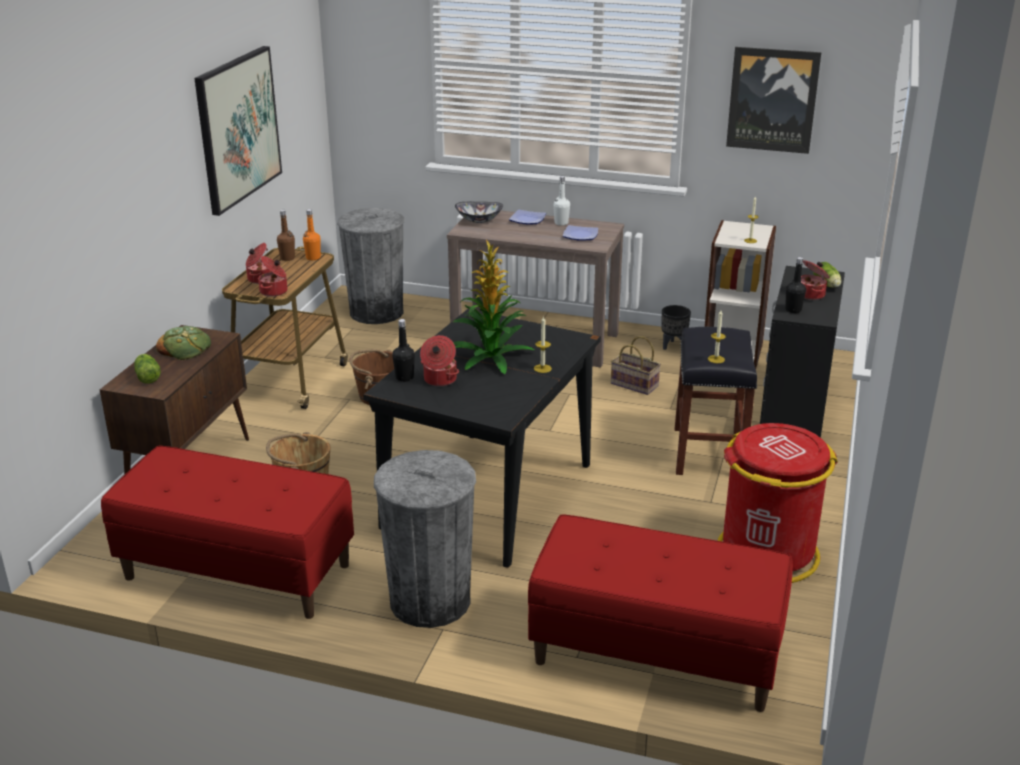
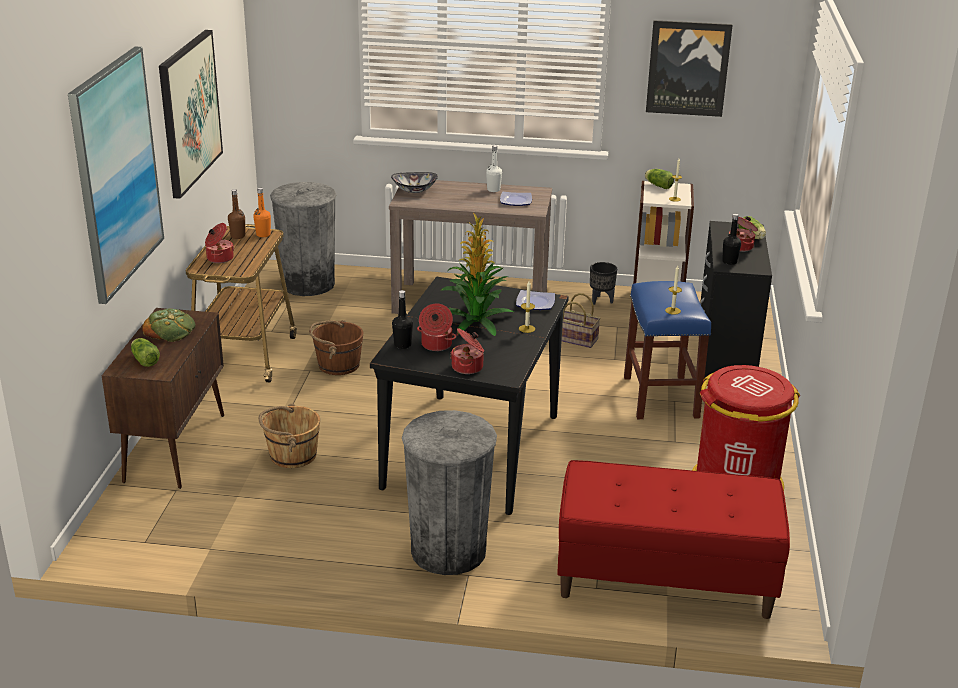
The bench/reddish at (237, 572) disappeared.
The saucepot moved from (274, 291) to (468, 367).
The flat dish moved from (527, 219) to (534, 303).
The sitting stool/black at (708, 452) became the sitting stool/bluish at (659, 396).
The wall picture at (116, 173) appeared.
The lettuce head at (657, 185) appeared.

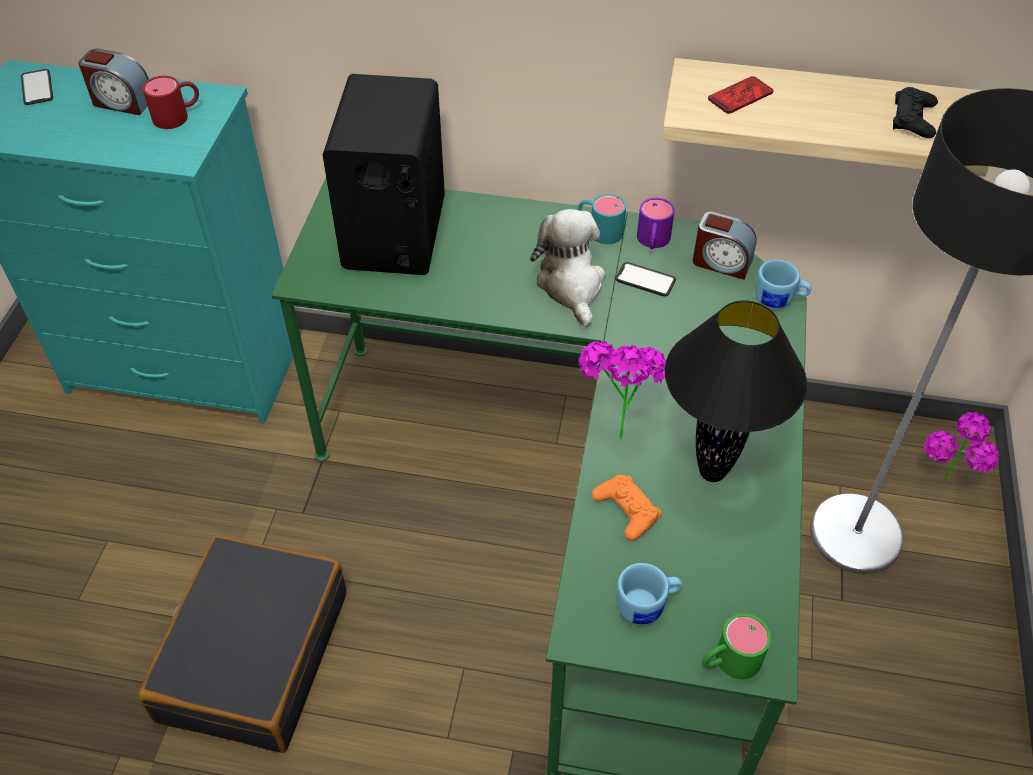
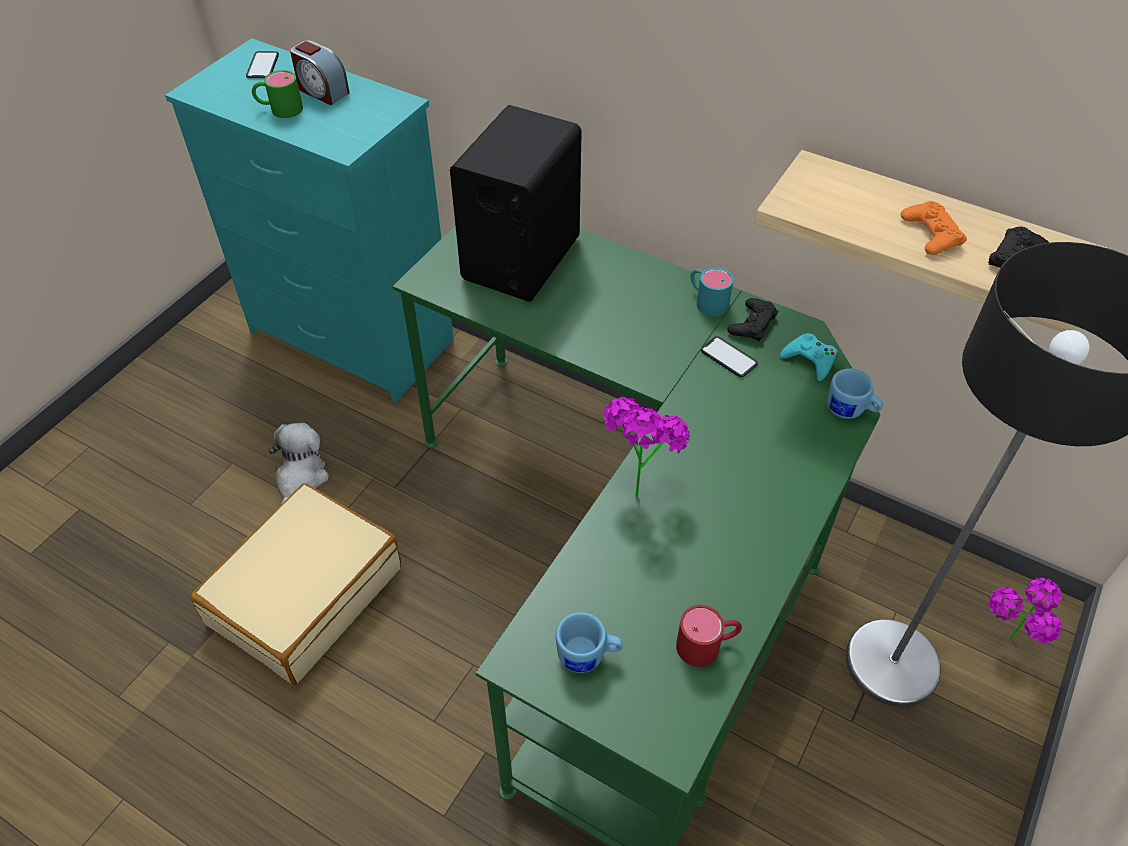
The suitcase/black at (253, 654) became the suitcase/sand-coloured at (305, 594).
The coffee mug/reddish moved from (178, 115) to (707, 645).
The cuddly toy moved from (571, 285) to (300, 479).
The gamepad/orangey moved from (626, 510) to (931, 234).
The coffee mug/purple-coloured at (652, 242) was replaced by the gamepad/black at (752, 324).
The table lamp/black at (713, 473) disappeared.
The bedside clock at (721, 262) was replaced by the gamepad/turquoise at (810, 360).
The coffee mug/green-coloured moved from (728, 661) to (279, 109).
The handset at (740, 96) disappeared.

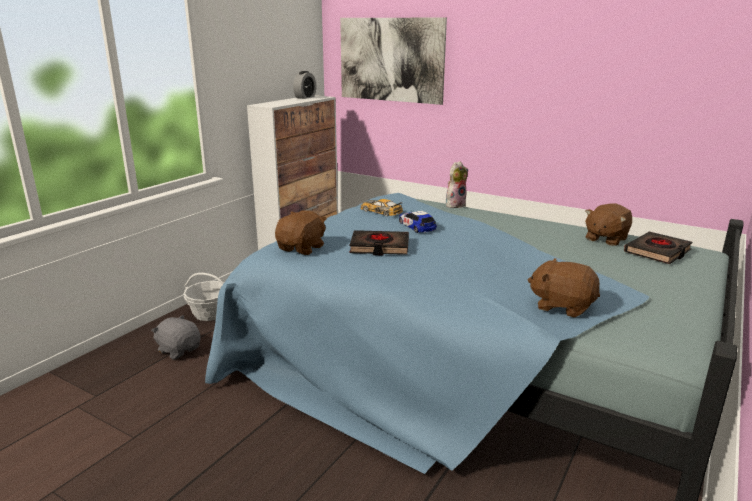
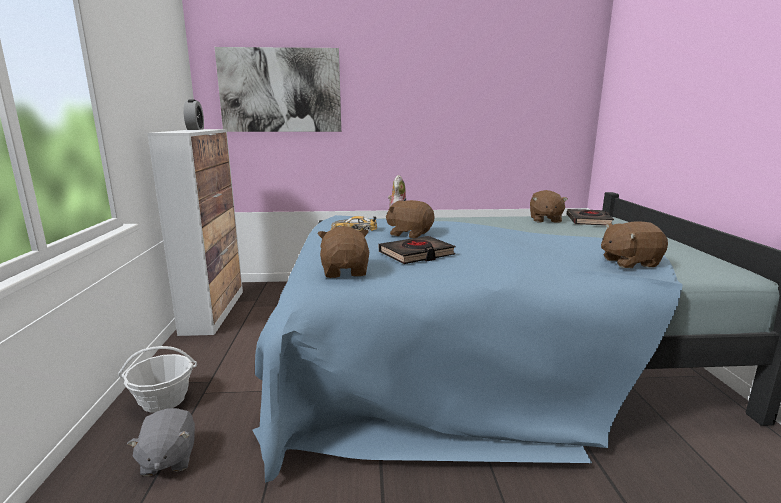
The cuddly toy/grey at (179, 350) turned 105 degrees counterclockwise.
The model car at (416, 226) was replaced by the cuddly toy/brownish at (409, 234).

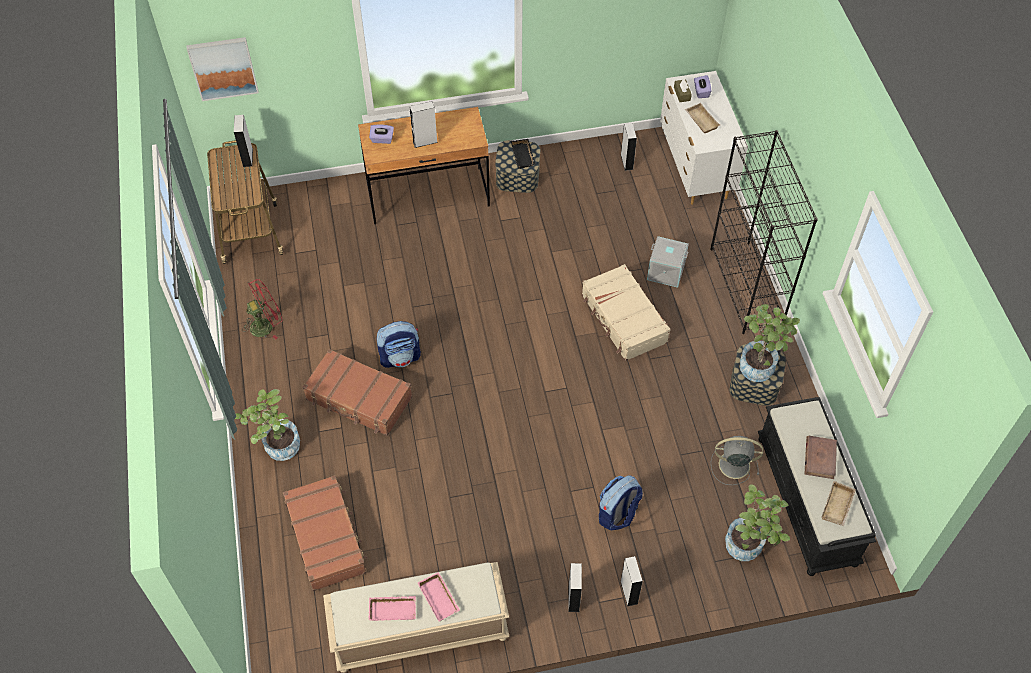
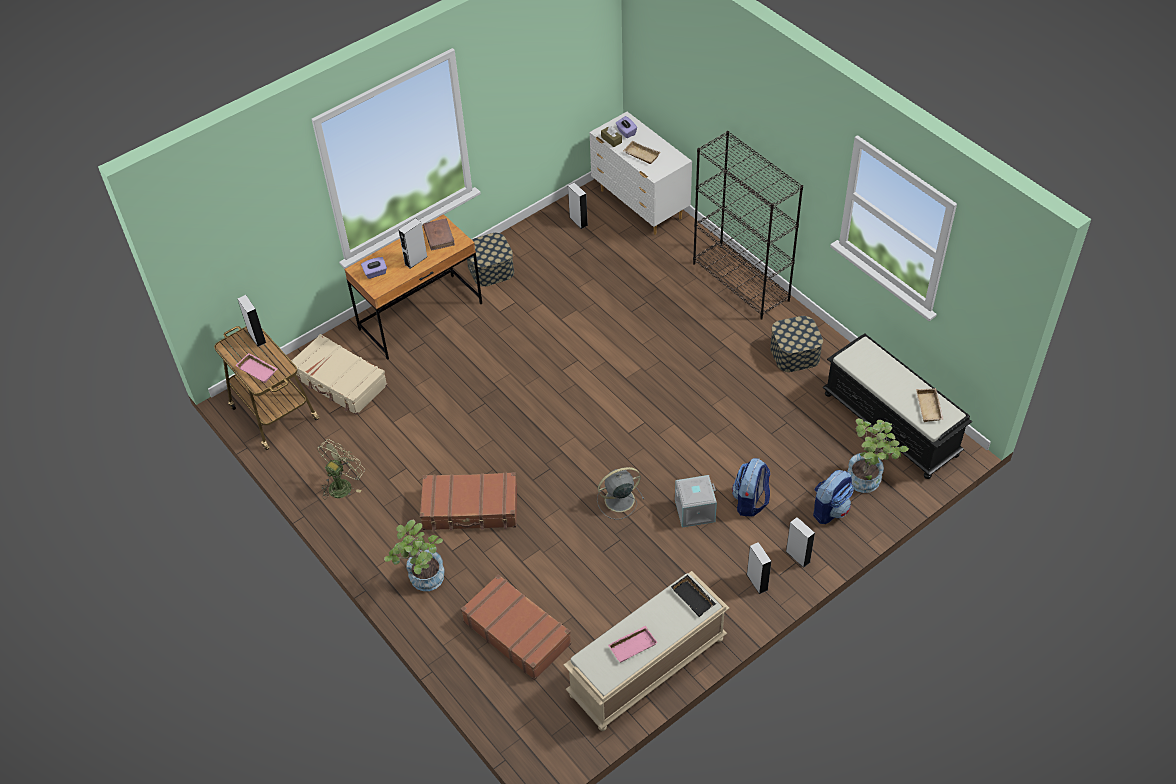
The wall picture at (223, 68) disappeared.
The electric fan/reddish at (266, 325) became the electric fan/green-coloured at (343, 484).
The rucksack moved from (400, 357) to (830, 509).
The serving tray/pink-coloured moved from (440, 598) to (258, 370).
The serving tray/black moved from (524, 156) to (694, 598).
The suitcase/sand-coloured moved from (623, 319) to (339, 382).
The storage box/grey moved from (665, 272) to (694, 511).
The electric fan/grey moved from (732, 465) to (618, 500).
The plant in a pot at (760, 364) disappeared.
The book/brownish moved from (820, 458) to (439, 236).

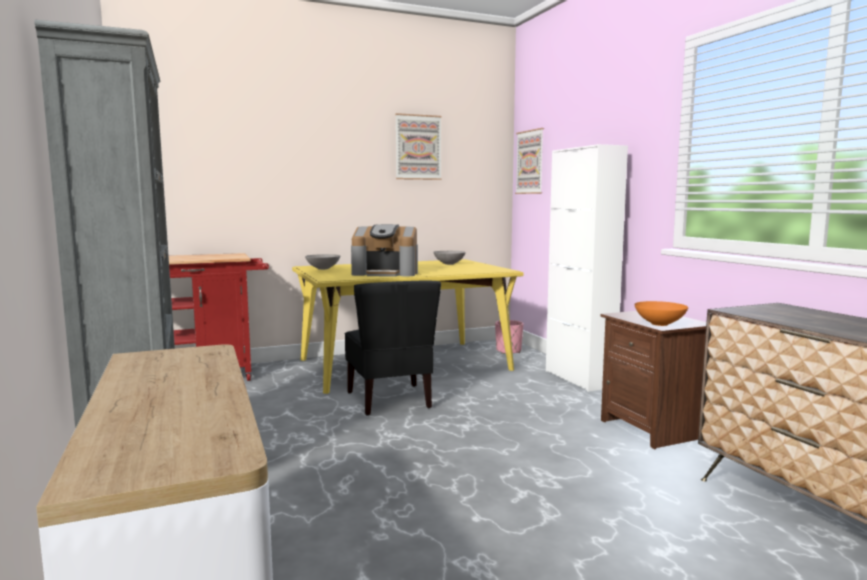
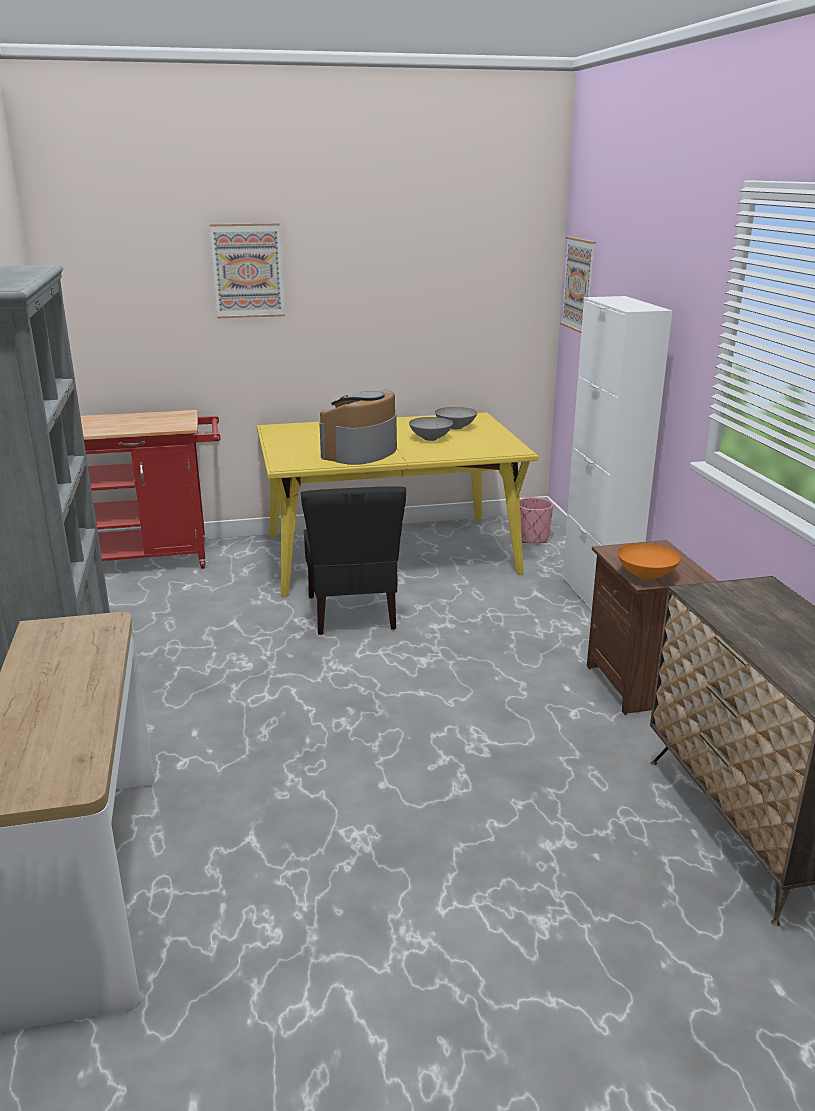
The serving bowl/grey moved from (323, 269) to (431, 439).
The coffee machine at (386, 273) turned 105 degrees clockwise.
The wall picture moved from (418, 147) to (247, 271).

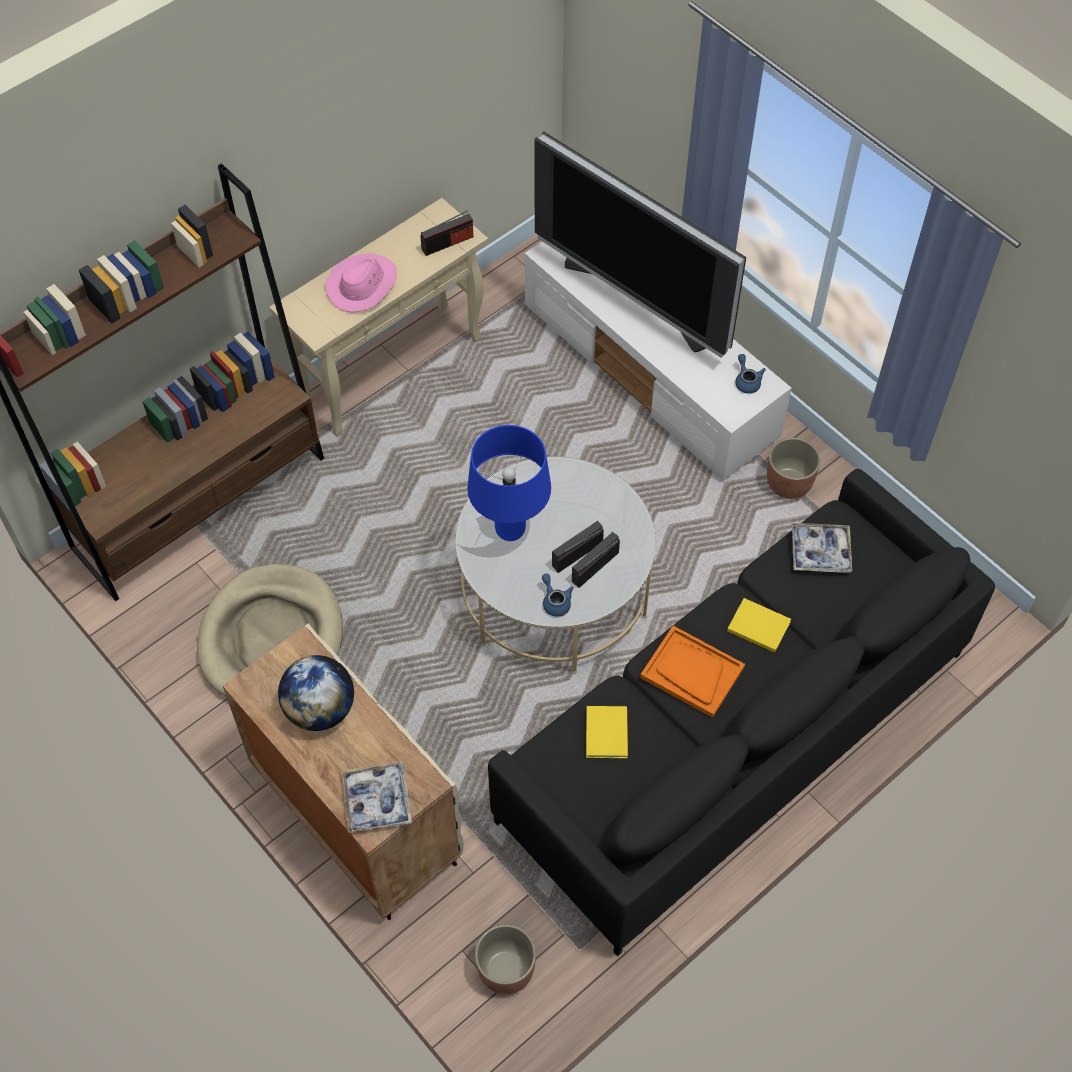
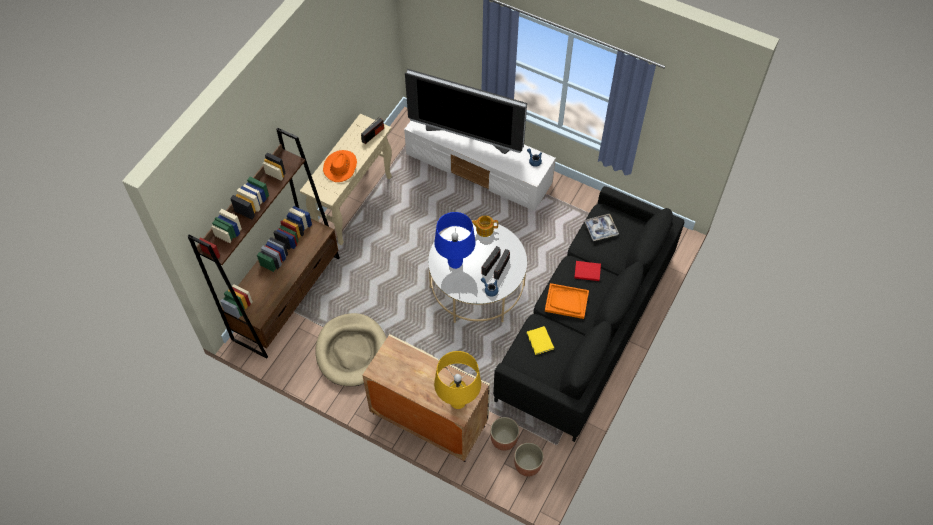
The world globe at (320, 709) disappeared.
The clothing hat/pink-coloured at (362, 285) became the clothing hat/orangey at (340, 167).
The serving tray at (377, 801) was replaced by the table lamp/yellowish at (457, 402).
The book/yellowish at (757, 625) became the book/reddish at (586, 271).
The plant pot moved from (789, 483) to (504, 440).
The pot for tea at (484, 229) appeared.

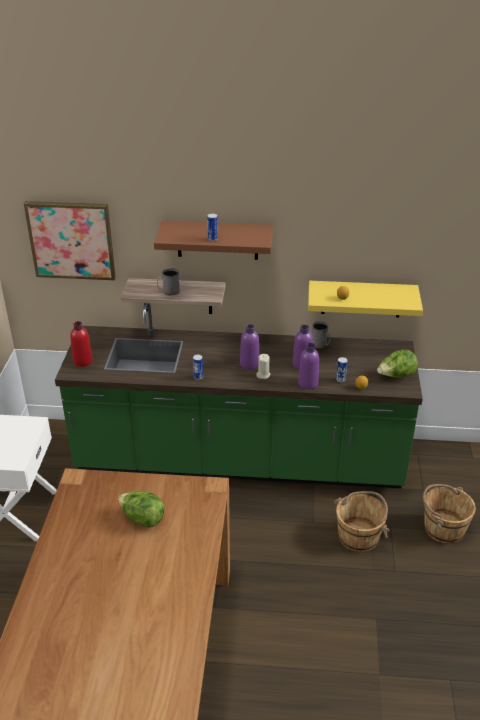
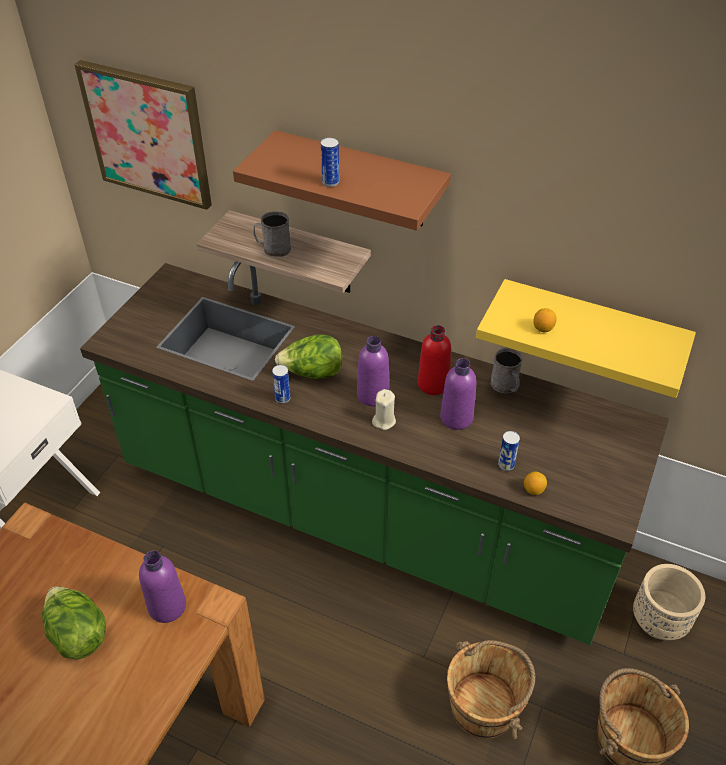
The beverage bottle/reddish moved from (83, 361) to (433, 384).
The beverage bottle/purple-coloured moved from (308, 383) to (167, 606).
The lettuce head moved from (396, 376) to (312, 373).
The plant pot/sand-coloured at (658, 621) appeared.

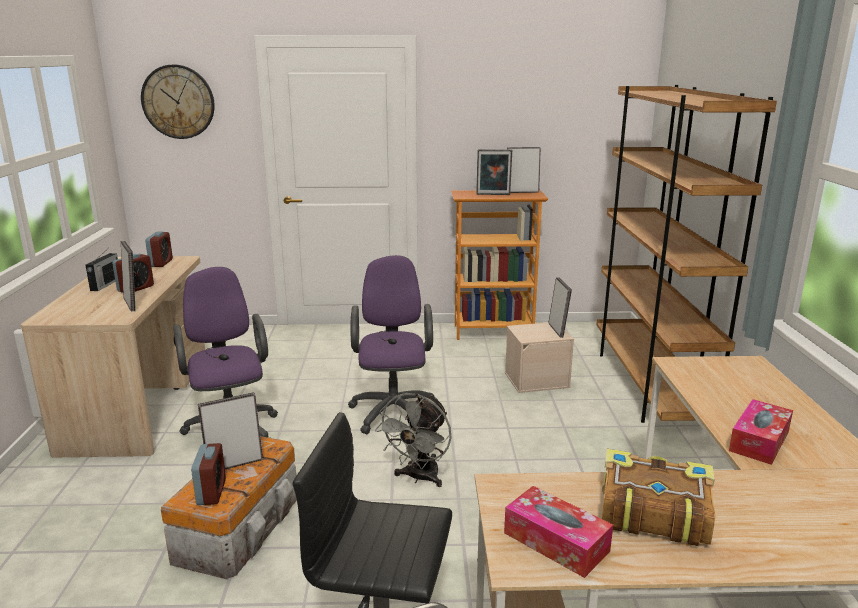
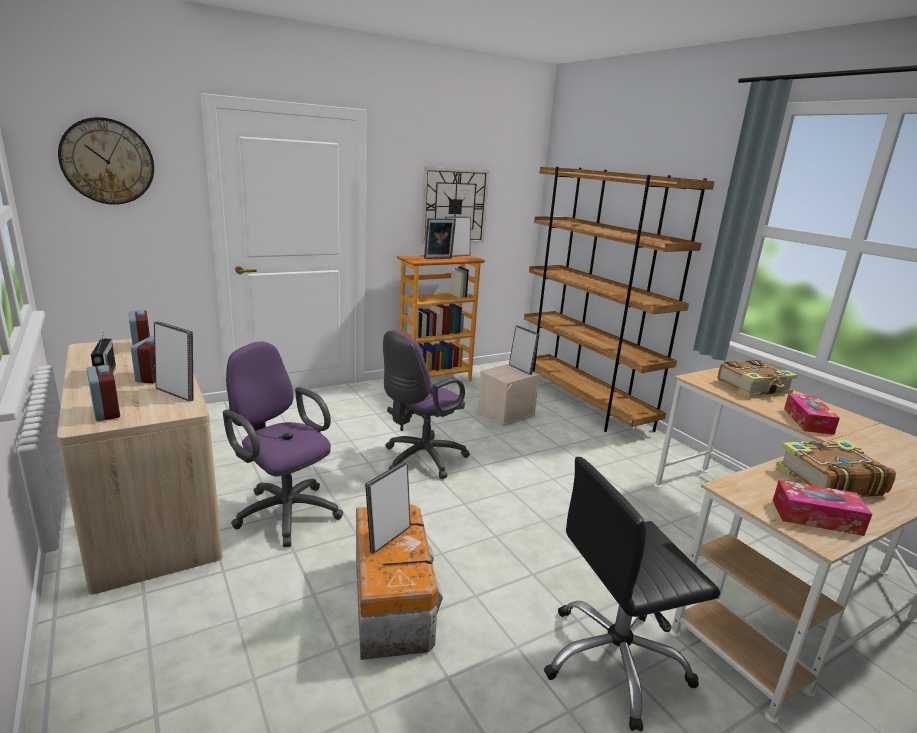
The bedside clock moved from (211, 492) to (106, 412).
The desk chair/purple-coloured at (394, 410) turned 105 degrees counterclockwise.
The electric fan/grey at (419, 478) disappeared.
The wall clock at (454, 206) appeared.
The book at (754, 388) appeared.

